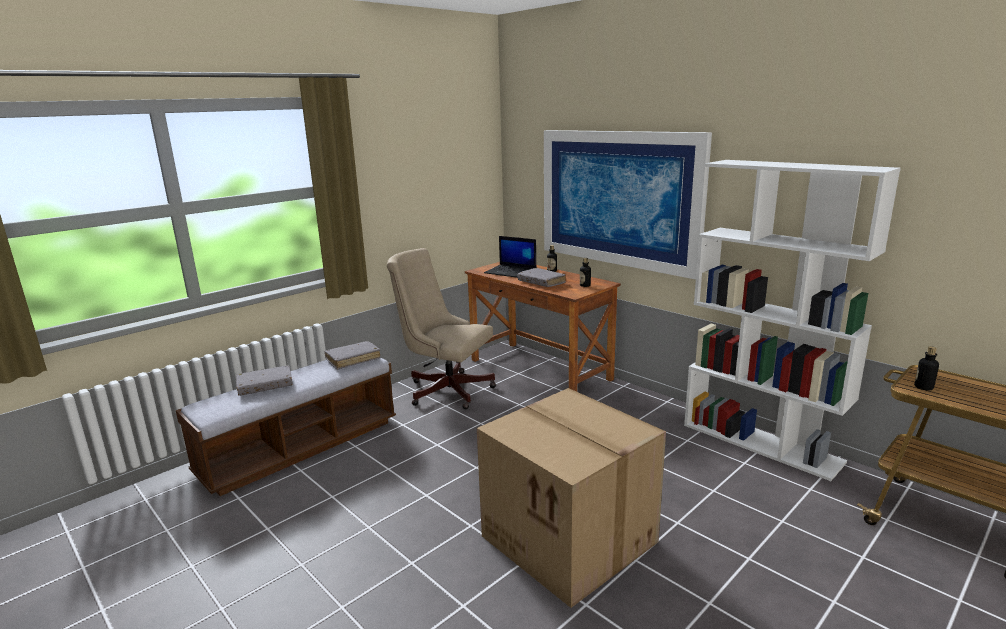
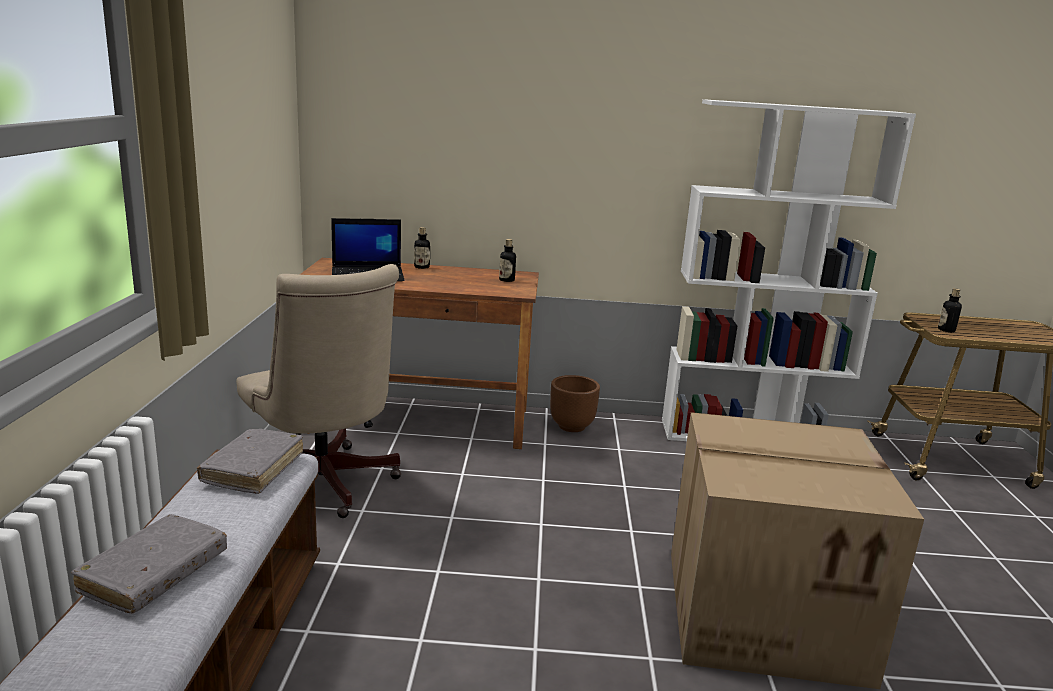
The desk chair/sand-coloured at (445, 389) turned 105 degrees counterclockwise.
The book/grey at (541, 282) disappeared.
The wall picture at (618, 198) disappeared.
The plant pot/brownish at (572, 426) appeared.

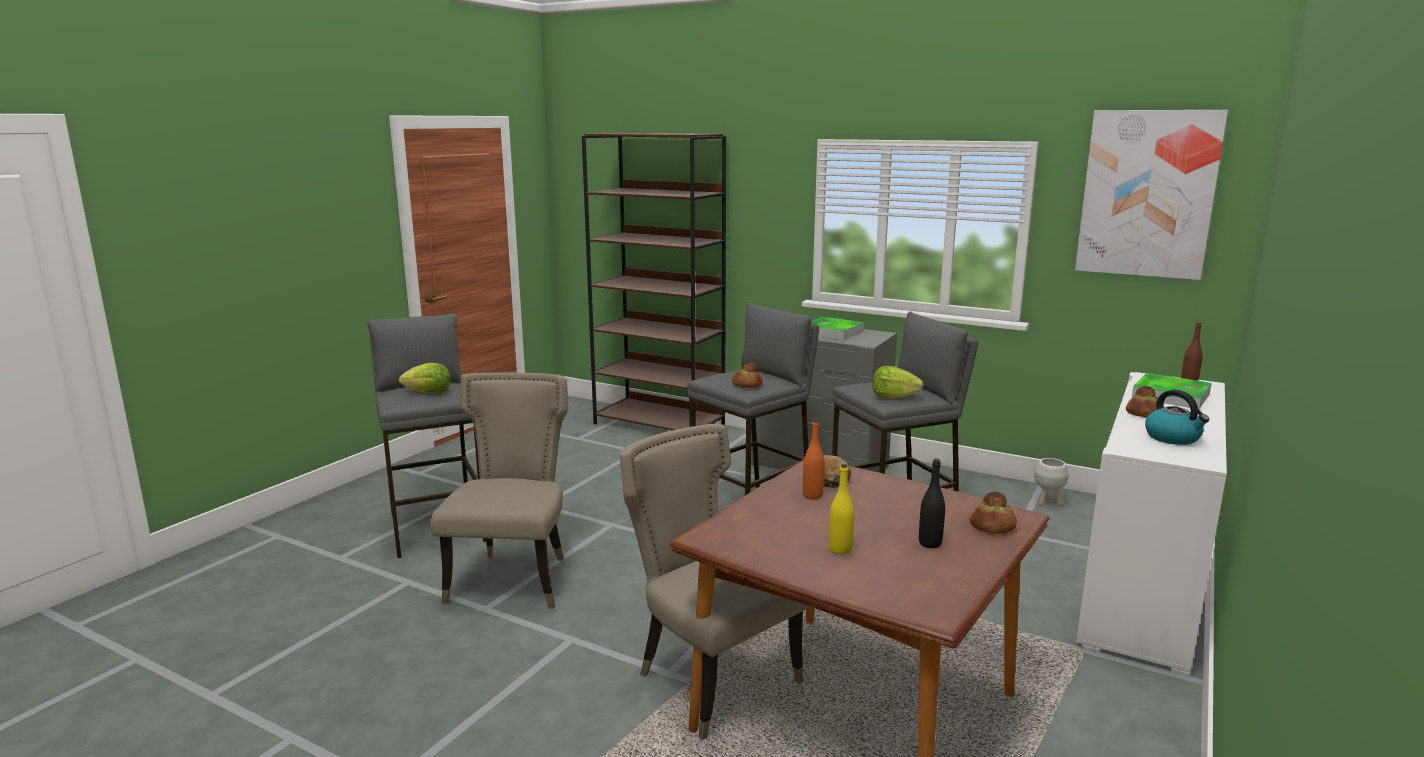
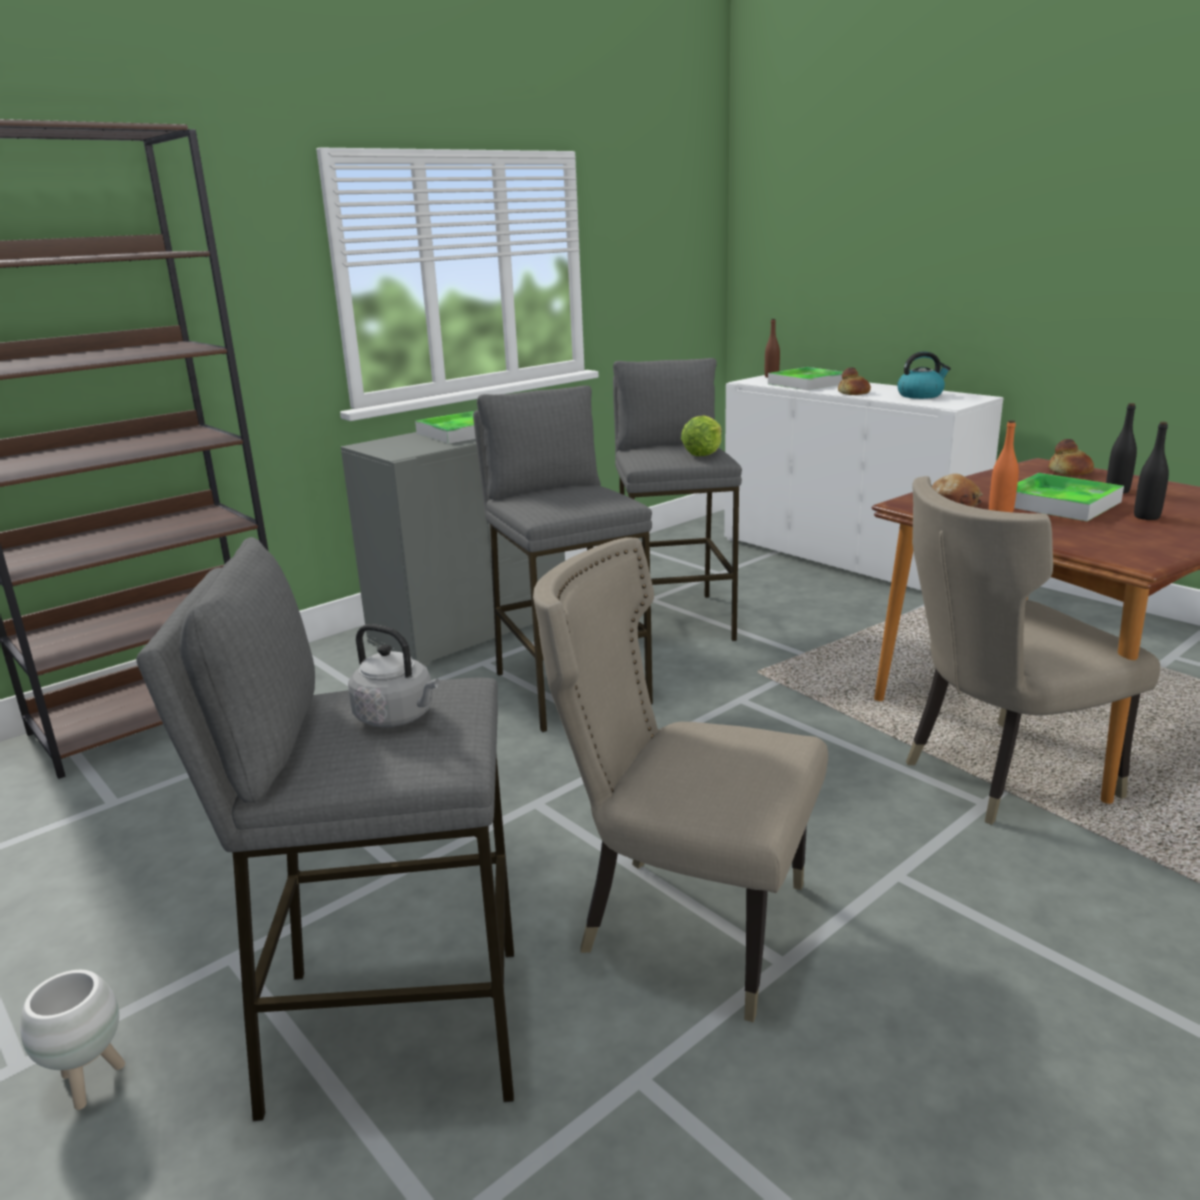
The lettuce head at (428, 393) was replaced by the tea kettle/grey at (398, 717).
The bread at (746, 385) disappeared.
The beverage bottle/yellowish at (840, 550) became the beverage bottle/black at (1146, 517).
The plant pot/white-coloured moved from (1048, 503) to (90, 1083).
The wall picture at (1147, 194) disappeared.
The serving tray at (1060, 503) appeared.

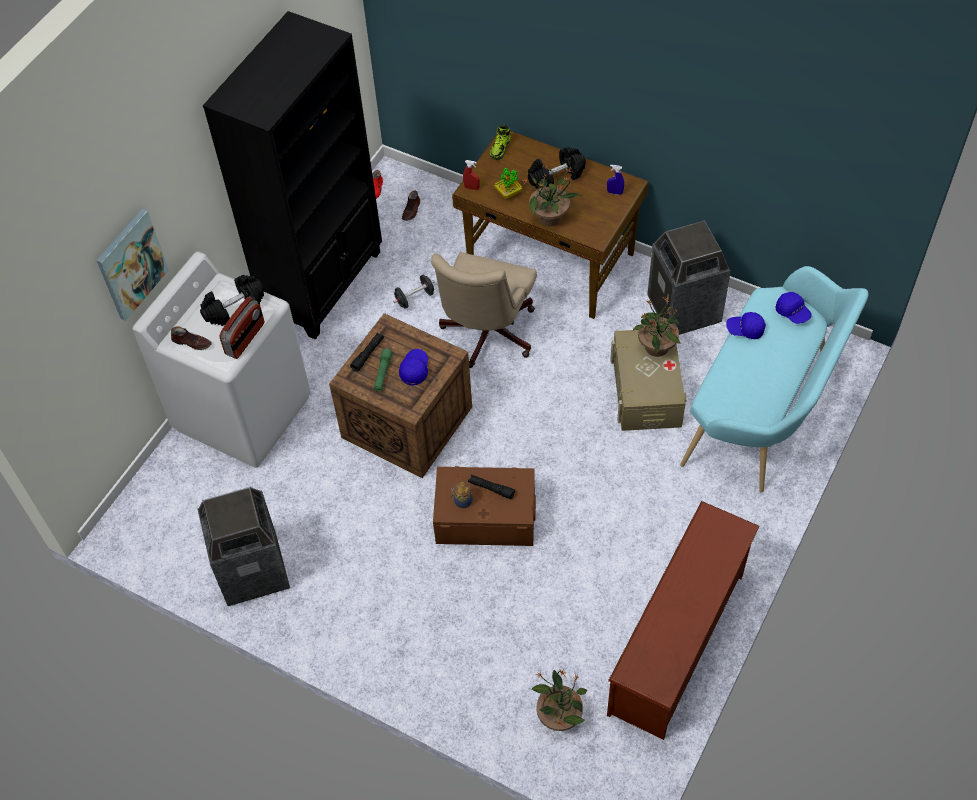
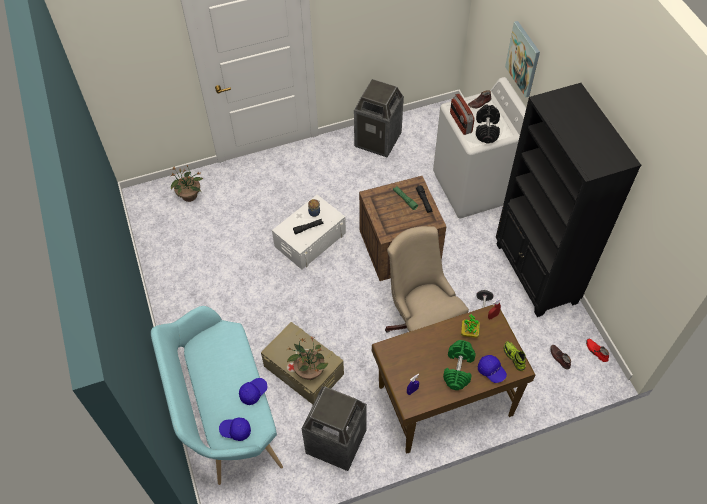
The peaked cap/bluish moved from (414, 370) to (491, 371).
The storage box/brownish at (485, 517) became the storage box/white-coloured at (310, 239).
The plant in a pot at (550, 217) disappeared.
The hand weight/black at (556, 176) became the hand weight/green-coloured at (458, 369).
The shoe stand/brownish at (678, 644) disappeared.

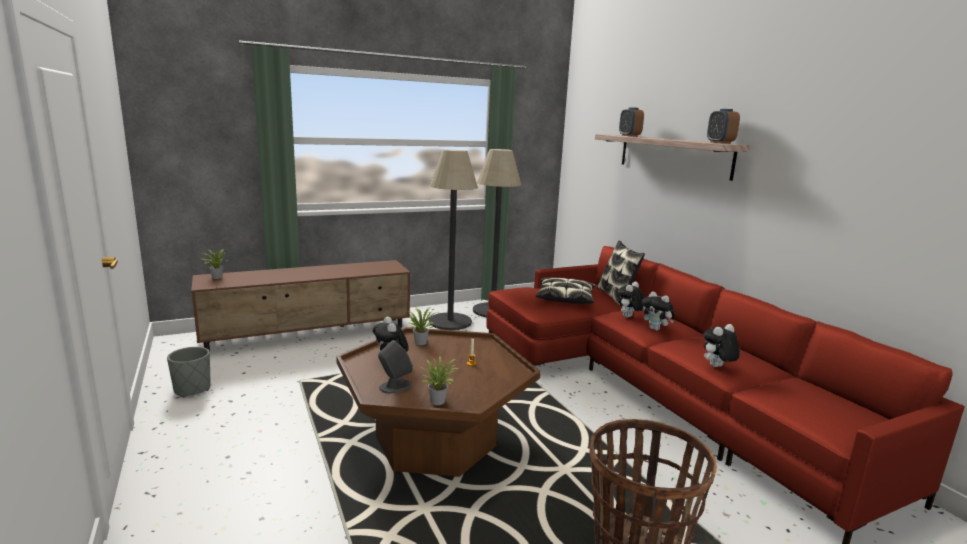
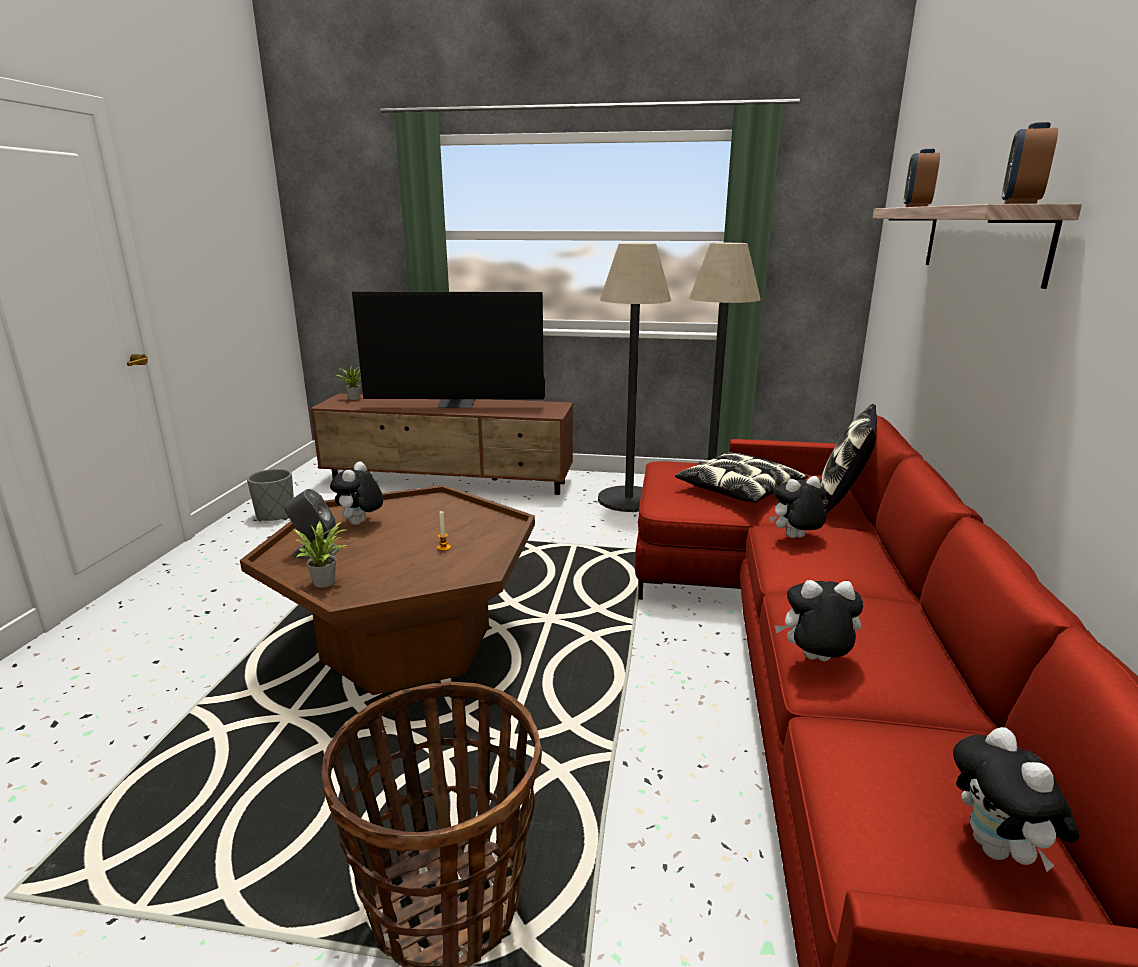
The plant in a pot at (420, 342) disappeared.
The cuddly toy moved from (656, 329) to (998, 850).
The television at (457, 404) appeared.

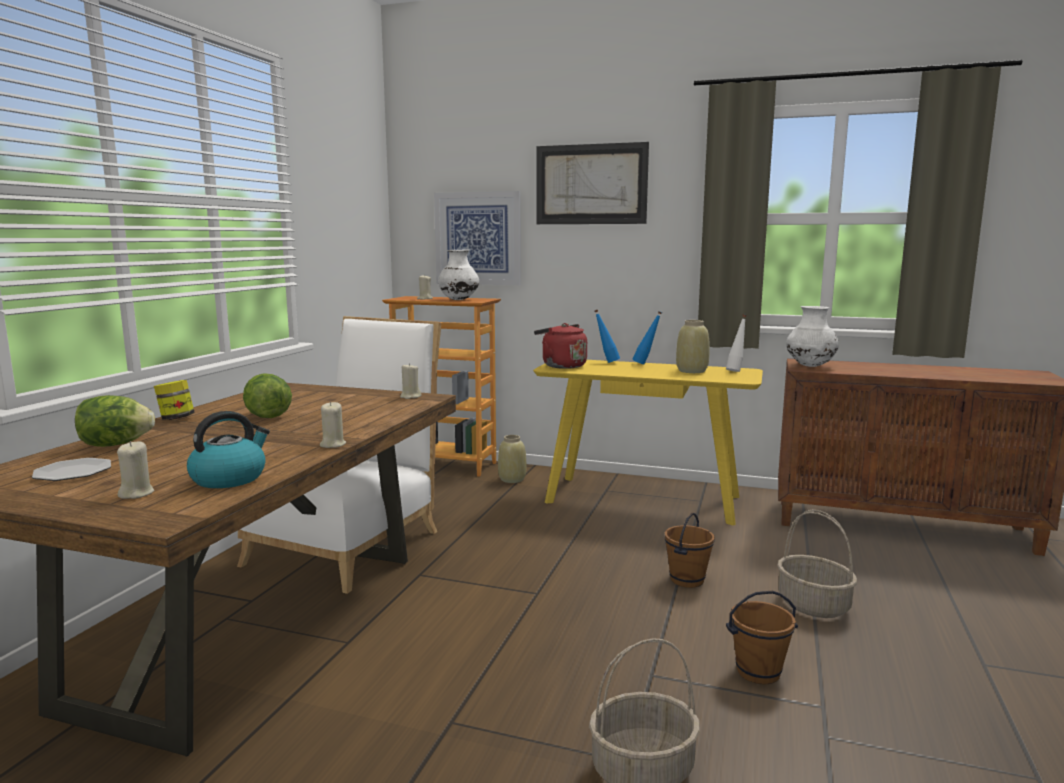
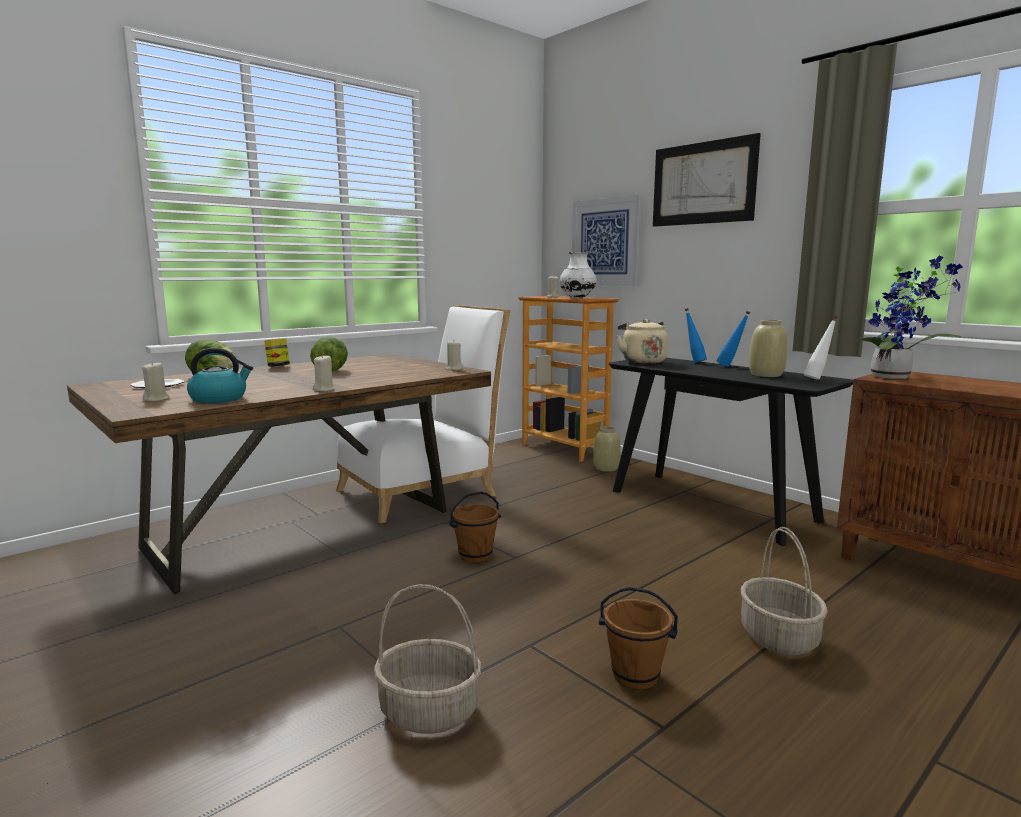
The console table/yellowish at (643, 499) became the console table/black at (712, 505).
The tea kettle/reddish at (561, 366) became the tea kettle/sand-coloured at (642, 361).
The pail/brownish moved from (687, 580) to (475, 556).
The vase/white-coloured at (810, 366) was replaced by the plant in a pot at (895, 377).

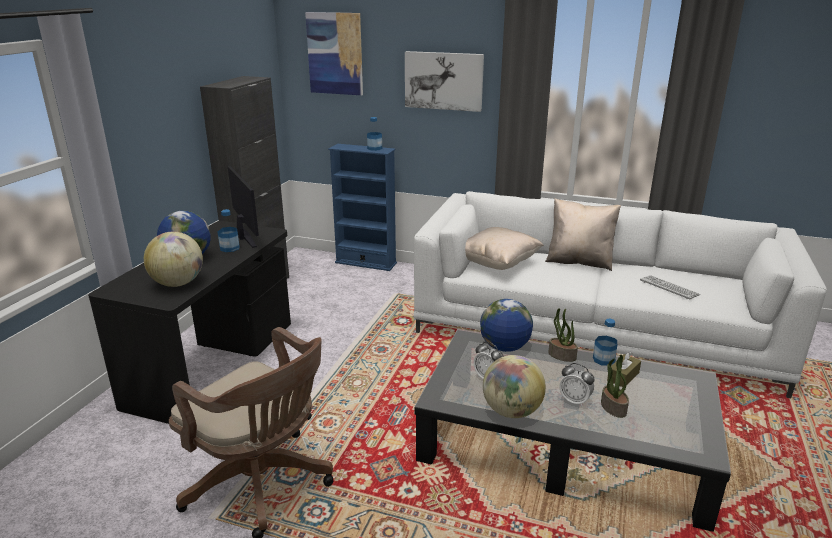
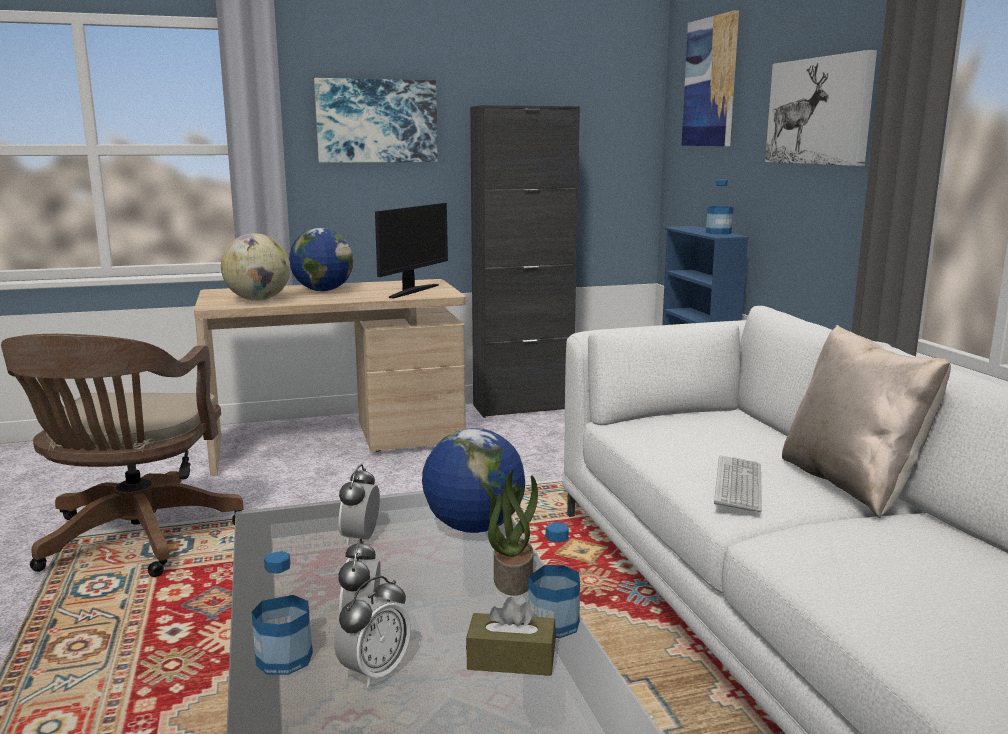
The desk/black at (214, 364) became the desk/sand-coloured at (338, 443).
The beverage bottle moved from (230, 248) to (284, 658).
The pillow/sand-coloured at (496, 264) disappeared.
The world globe at (511, 411) disappeared.
The plant in a pot at (612, 407) was replaced by the bedside clock at (374, 672).
The PC keyboard moved from (669, 288) to (738, 485).
The wall picture at (376, 121) appeared.

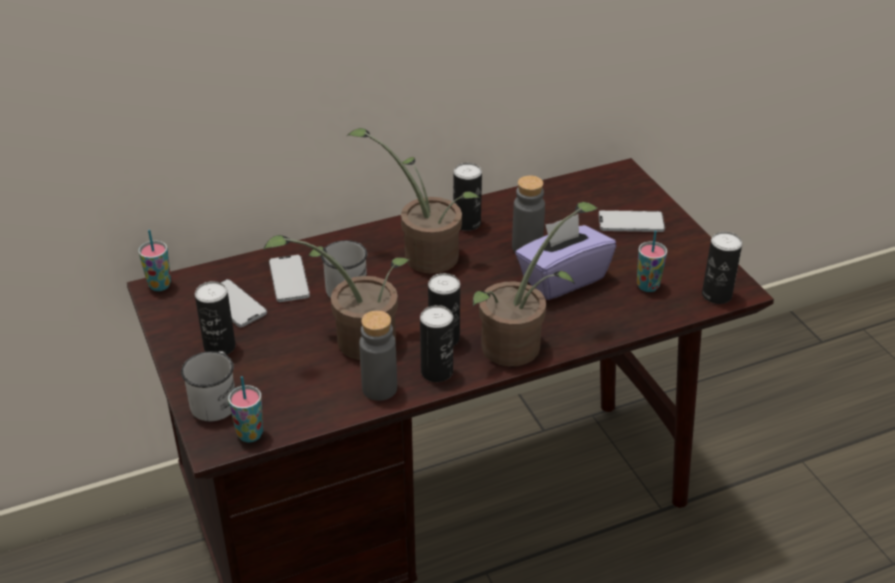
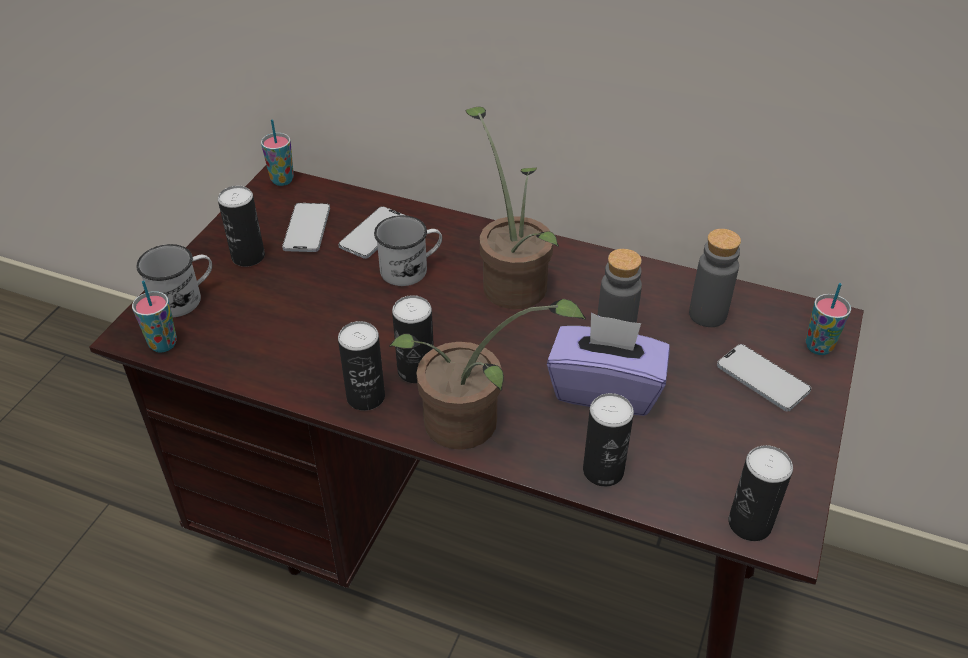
The plant in a pot at (356, 341) disappeared.
The beverage bottle/grey moved from (379, 388) to (707, 314).
The sealed can moved from (467, 223) to (603, 470).
The drinking cup moved from (648, 286) to (818, 347).

